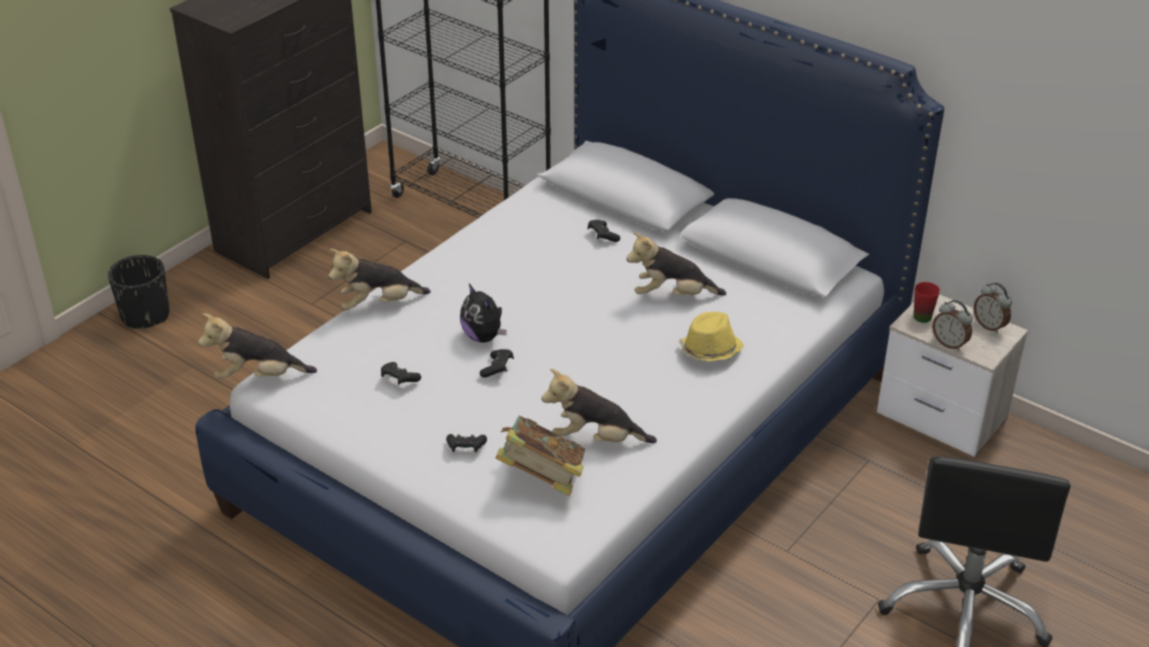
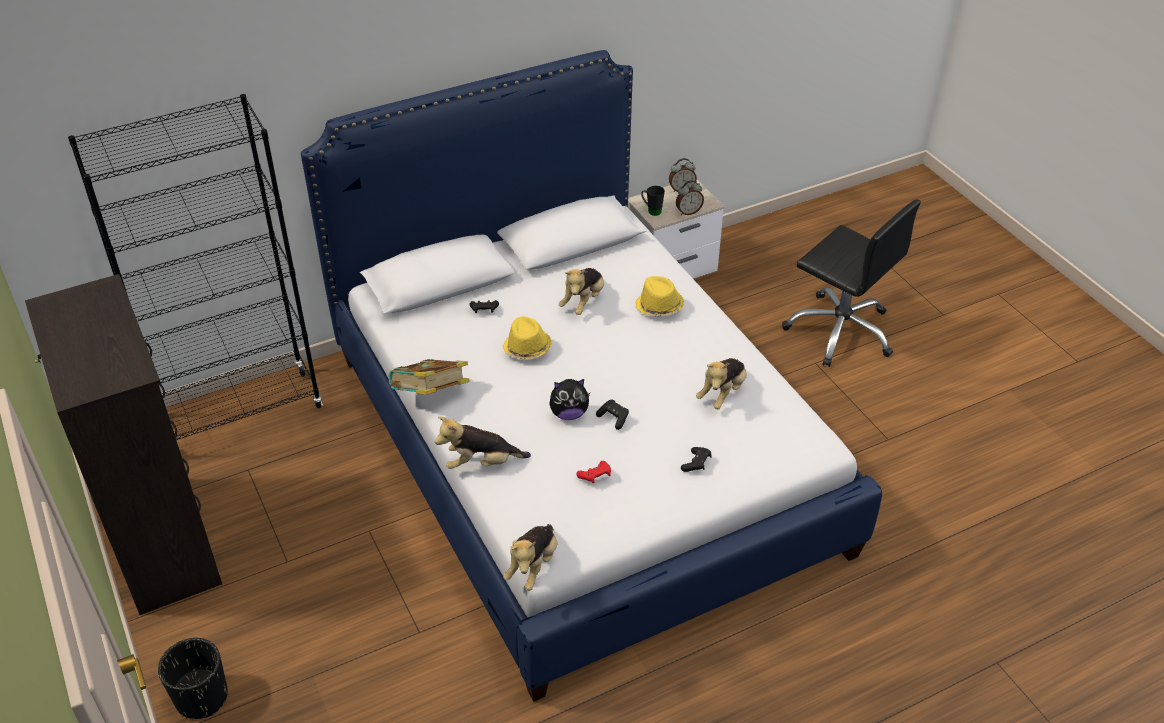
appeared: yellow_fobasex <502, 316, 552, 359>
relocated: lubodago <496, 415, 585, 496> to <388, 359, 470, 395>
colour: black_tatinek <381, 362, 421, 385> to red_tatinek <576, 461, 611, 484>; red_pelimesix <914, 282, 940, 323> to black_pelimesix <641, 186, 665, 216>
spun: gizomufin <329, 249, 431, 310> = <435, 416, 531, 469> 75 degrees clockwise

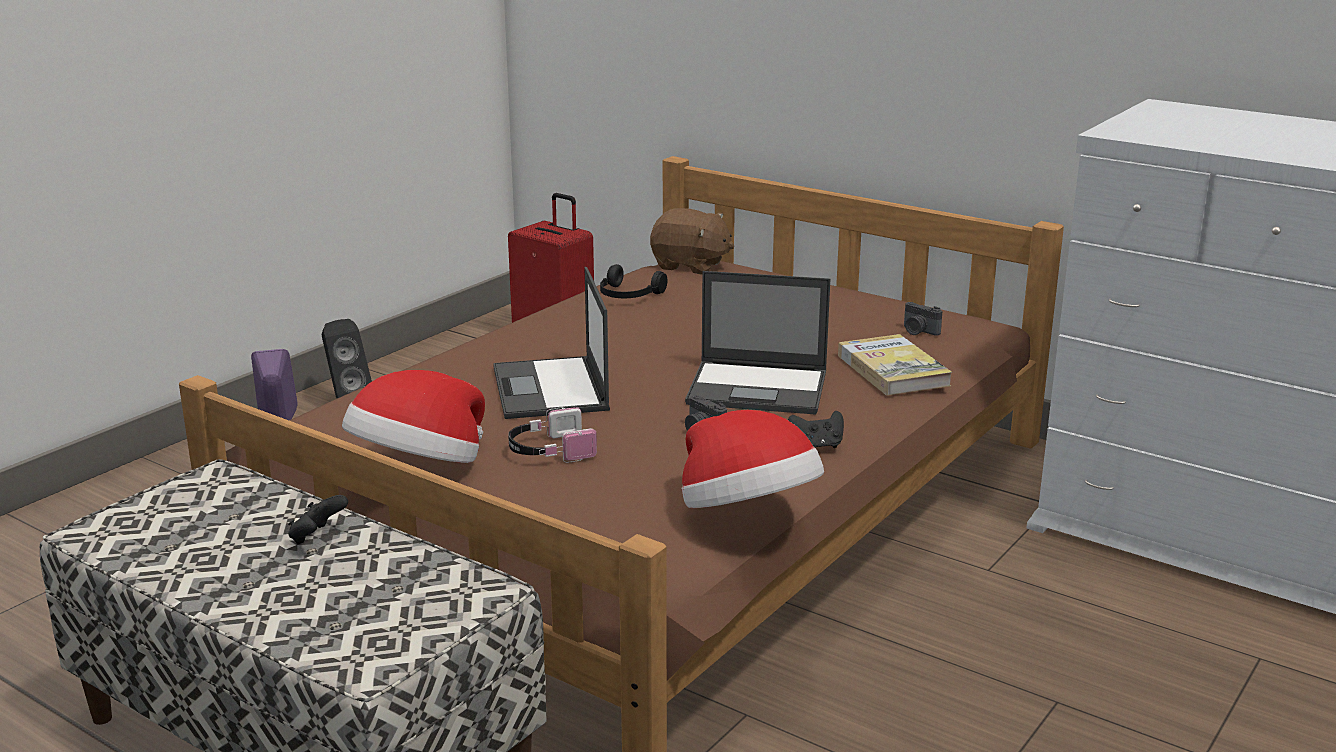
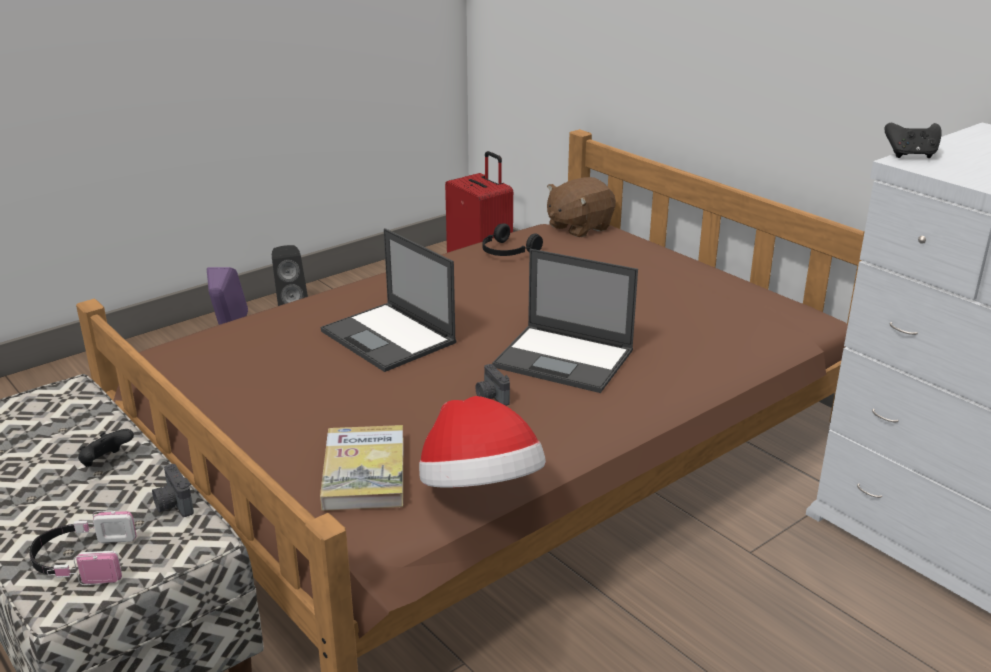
missing: fobasex <342, 370, 485, 463>
relocated: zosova <508, 407, 597, 463> to <29, 511, 136, 585>; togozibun <904, 302, 942, 336> to <152, 464, 194, 517>; lubodago <838, 334, 952, 396> to <320, 425, 403, 511>; black_tatinek <788, 411, 844, 448> to <884, 123, 942, 158>
spun: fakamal <493, 267, 610, 419> = <321, 228, 457, 372> 45 degrees counterclockwise; brown_gizomufin <650, 208, 734, 274> = <547, 177, 616, 237> 105 degrees clockwise

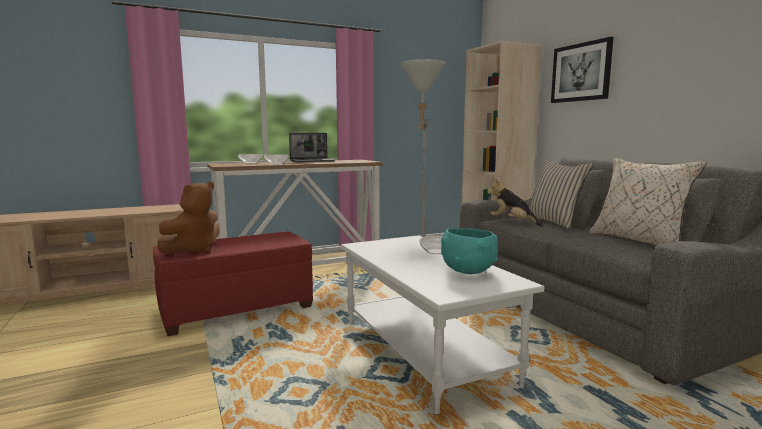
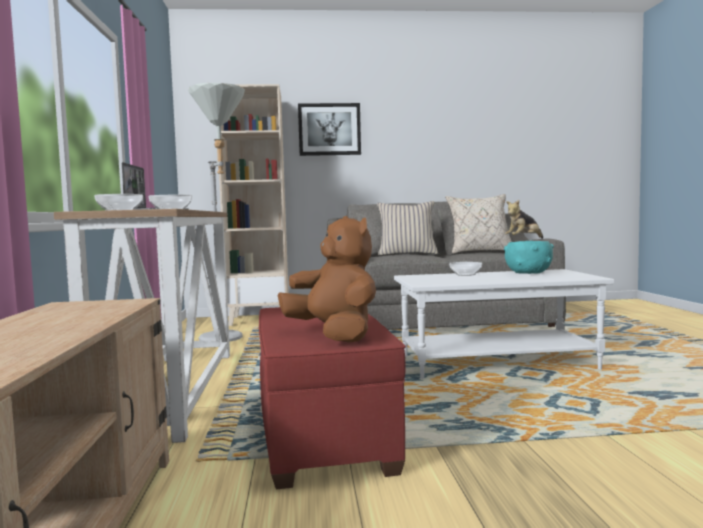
relocated: gizomufin <487, 178, 543, 226> to <505, 200, 543, 238>

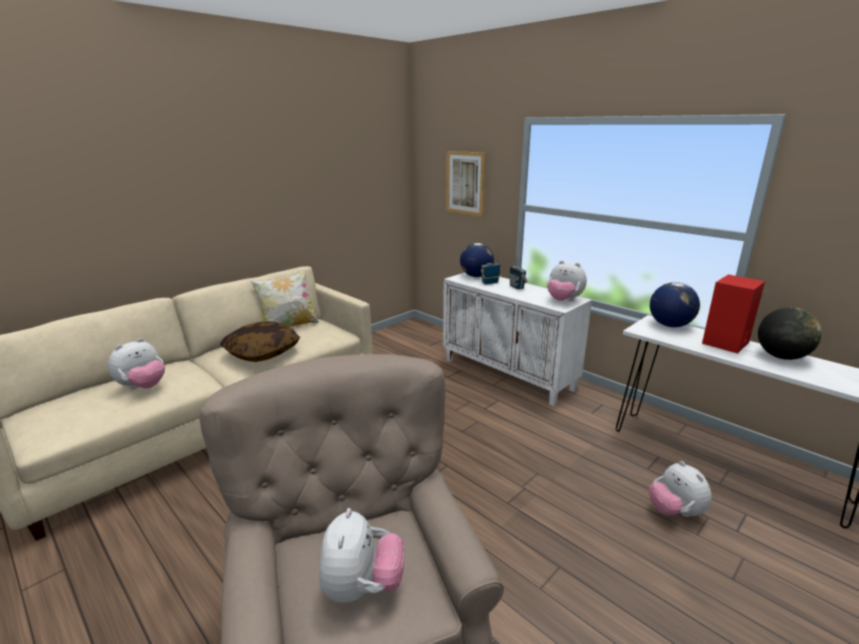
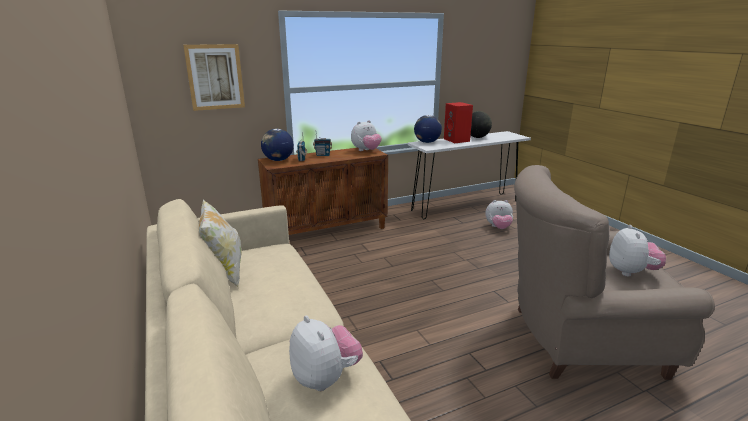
missing: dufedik <220, 321, 300, 362>
colour: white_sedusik <443, 272, 592, 406> to brown_sedusik <258, 148, 388, 235>
spun: gizomufin <319, 508, 404, 603> = <609, 225, 666, 277> 75 degrees clockwise

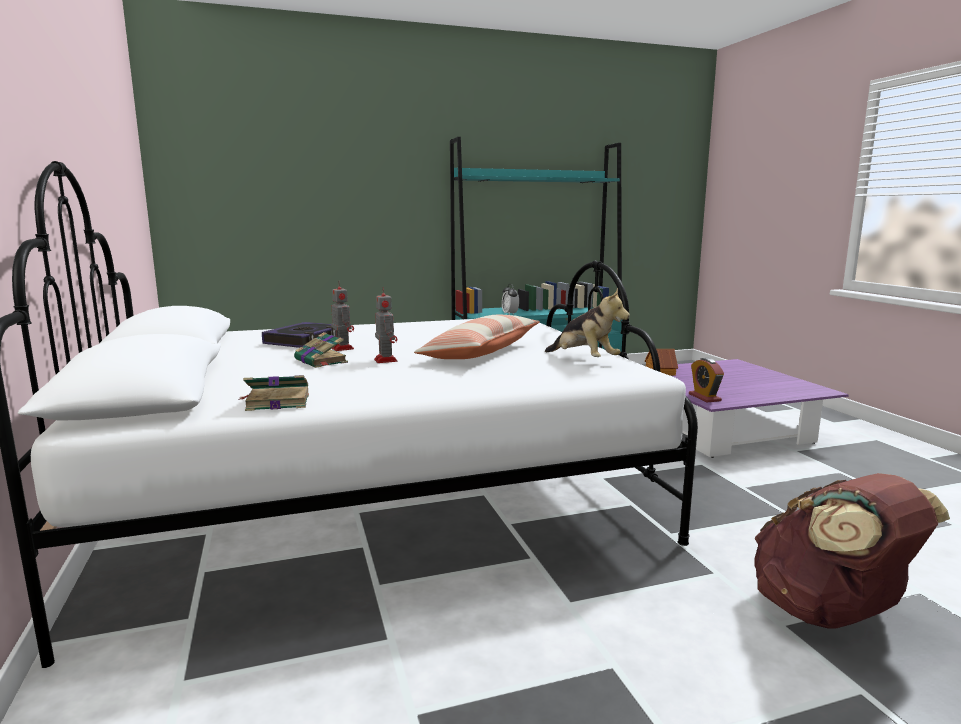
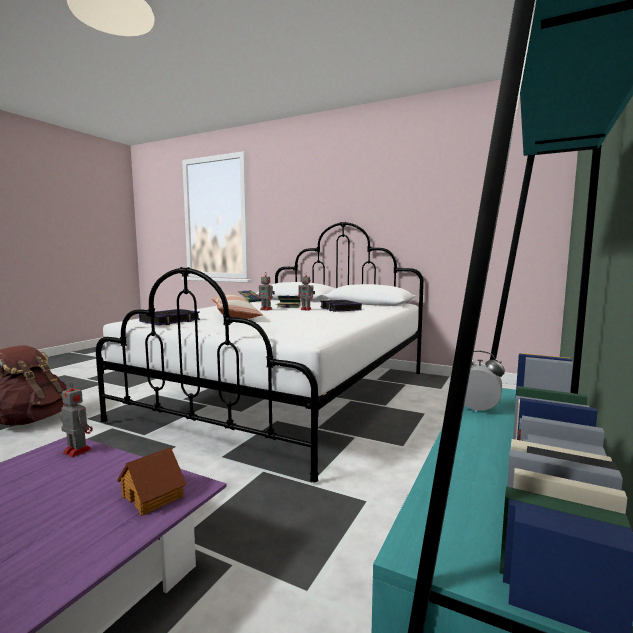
exchanged: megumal <689, 358, 724, 402> to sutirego <60, 382, 93, 457>; gizomufin <545, 288, 630, 357> to lubodago <139, 309, 200, 325>

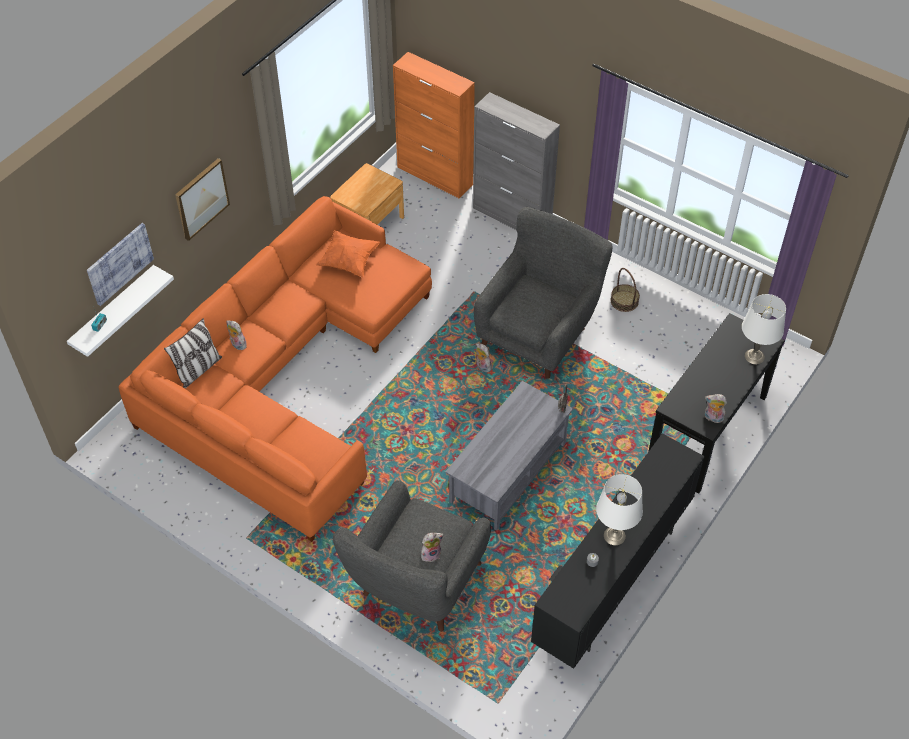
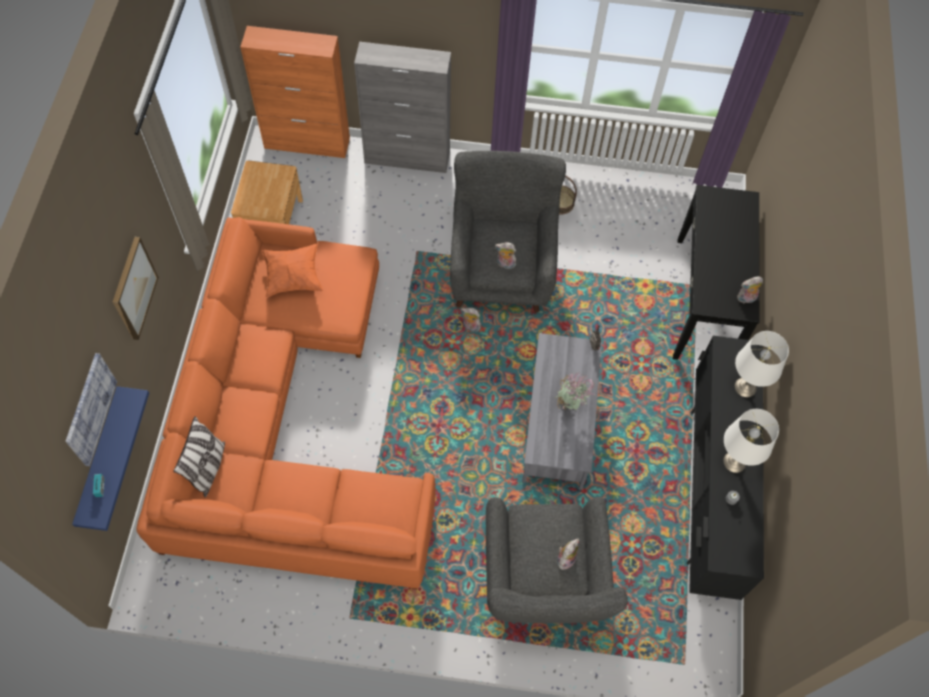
appeared: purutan <555, 372, 595, 410>
relocated: gizomufin <226, 320, 247, 350> to <495, 242, 516, 269>; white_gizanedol <742, 294, 786, 364> to <735, 331, 789, 397>
colour: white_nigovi <67, 265, 174, 357> to blue_nigovi <72, 386, 149, 531>

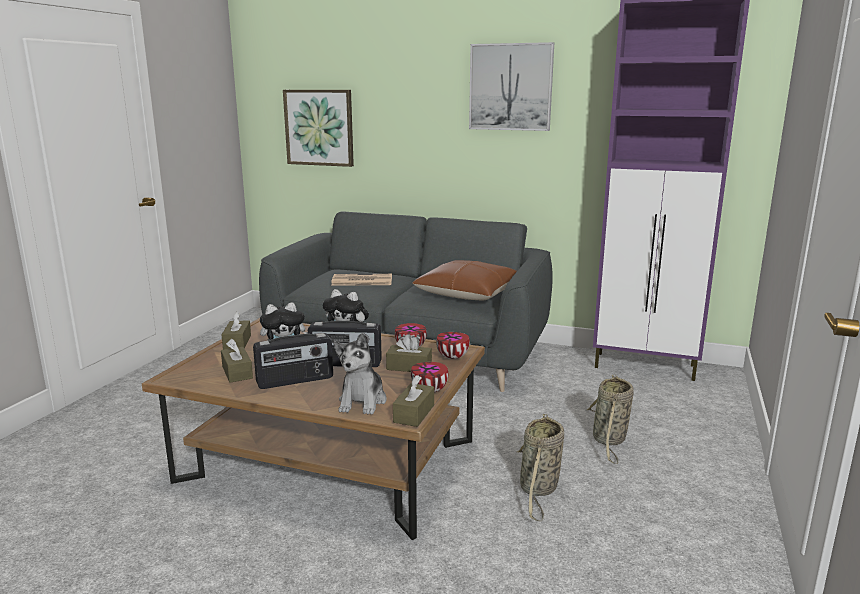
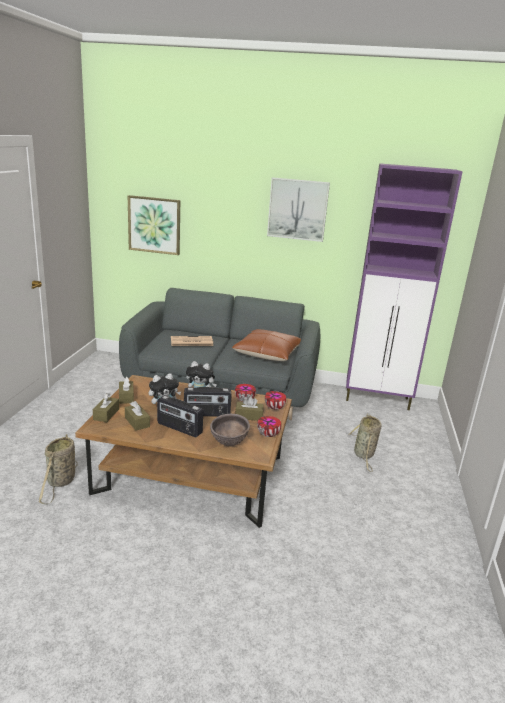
relocated: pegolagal <517, 414, 564, 521> to <39, 434, 78, 504>; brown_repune <393, 375, 434, 427> to <93, 393, 119, 422>
exchanged: gizomufin <334, 333, 387, 415> to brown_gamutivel <210, 414, 250, 446>
spun: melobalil <253, 333, 333, 389> = <157, 395, 203, 437> 60 degrees clockwise

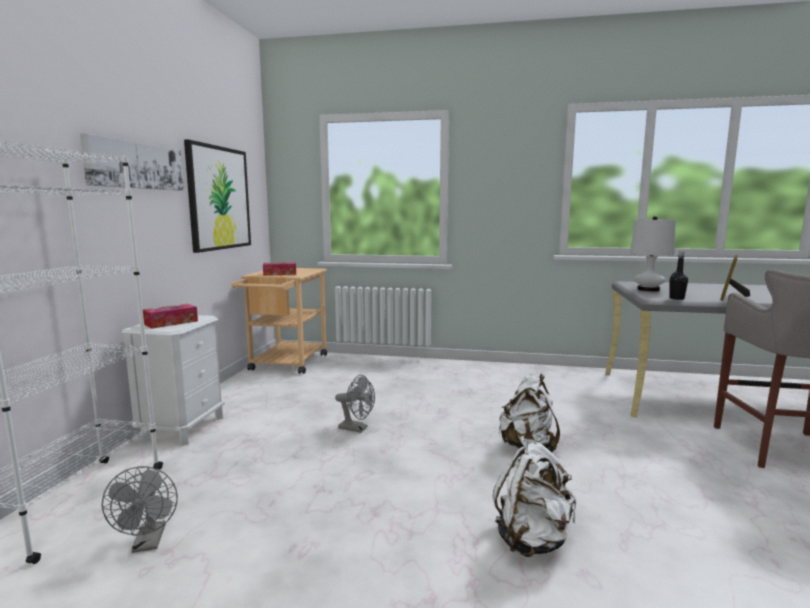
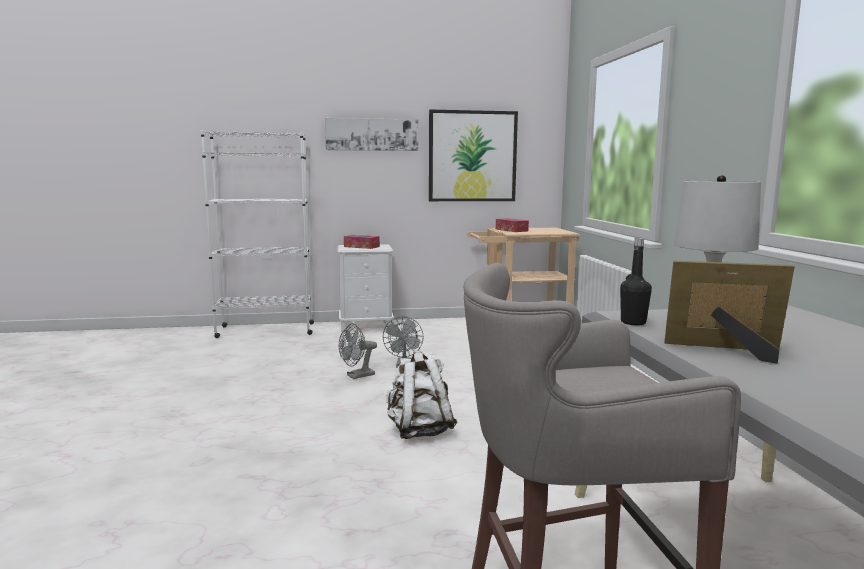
missing: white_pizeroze <493, 436, 576, 557>
relocated: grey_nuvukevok <102, 466, 178, 553> to <339, 323, 377, 379>

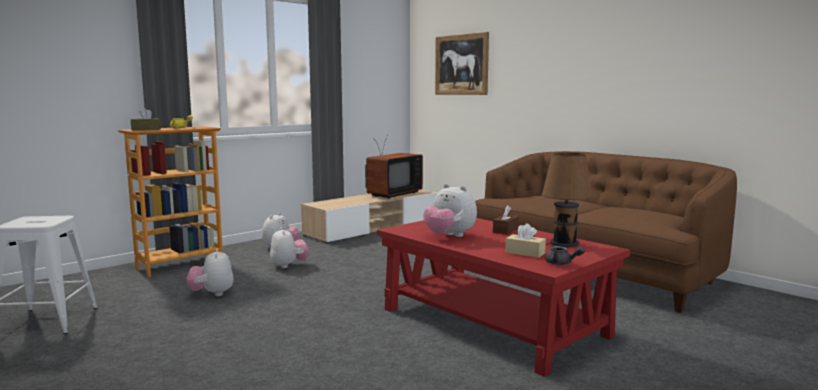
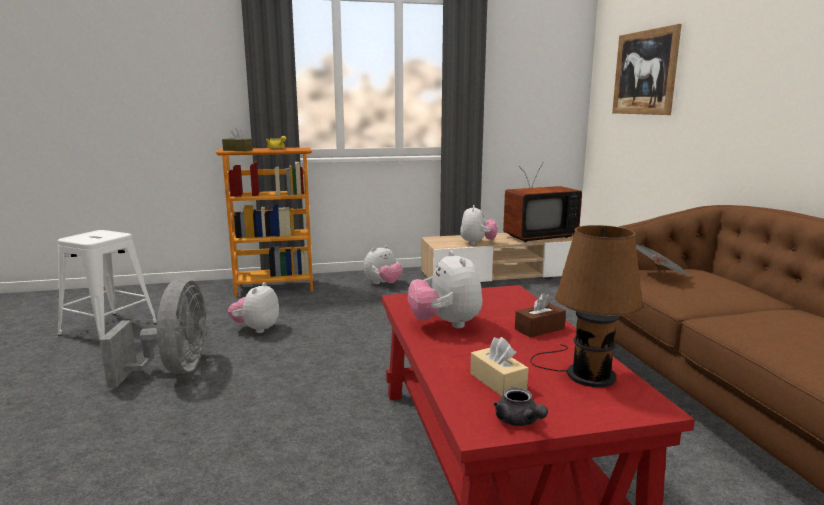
appeared: grey_nuvukevok <100, 279, 207, 388>; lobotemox <636, 244, 690, 275>
relocated: gizomufin <270, 227, 309, 268> to <460, 205, 498, 245>

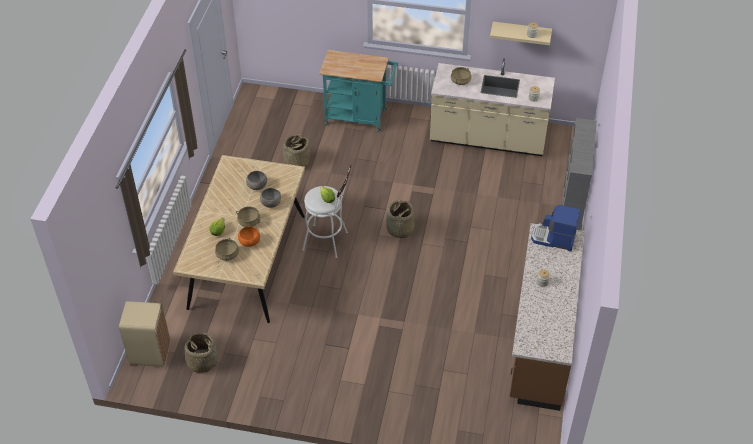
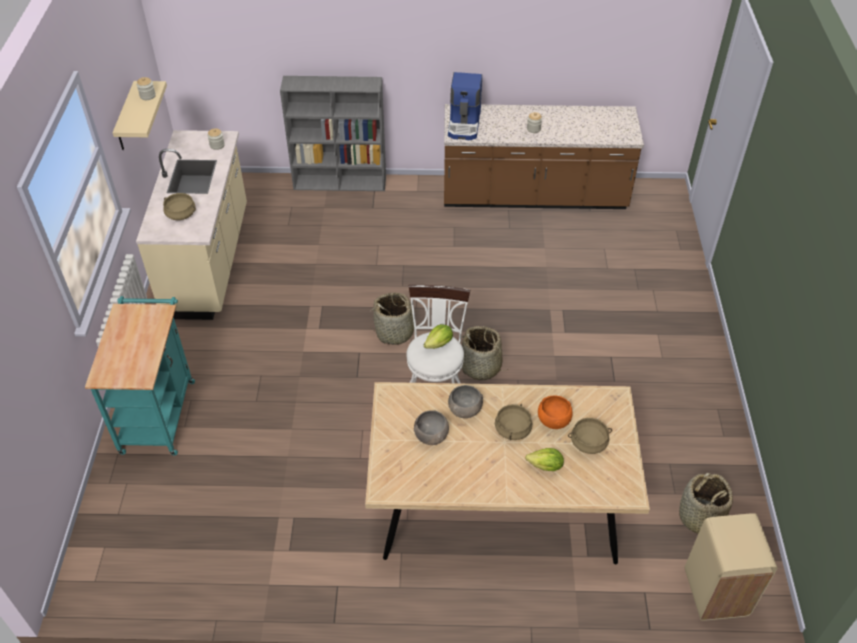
relocated: pegolagal <283, 134, 310, 168> to <462, 326, 509, 380>

